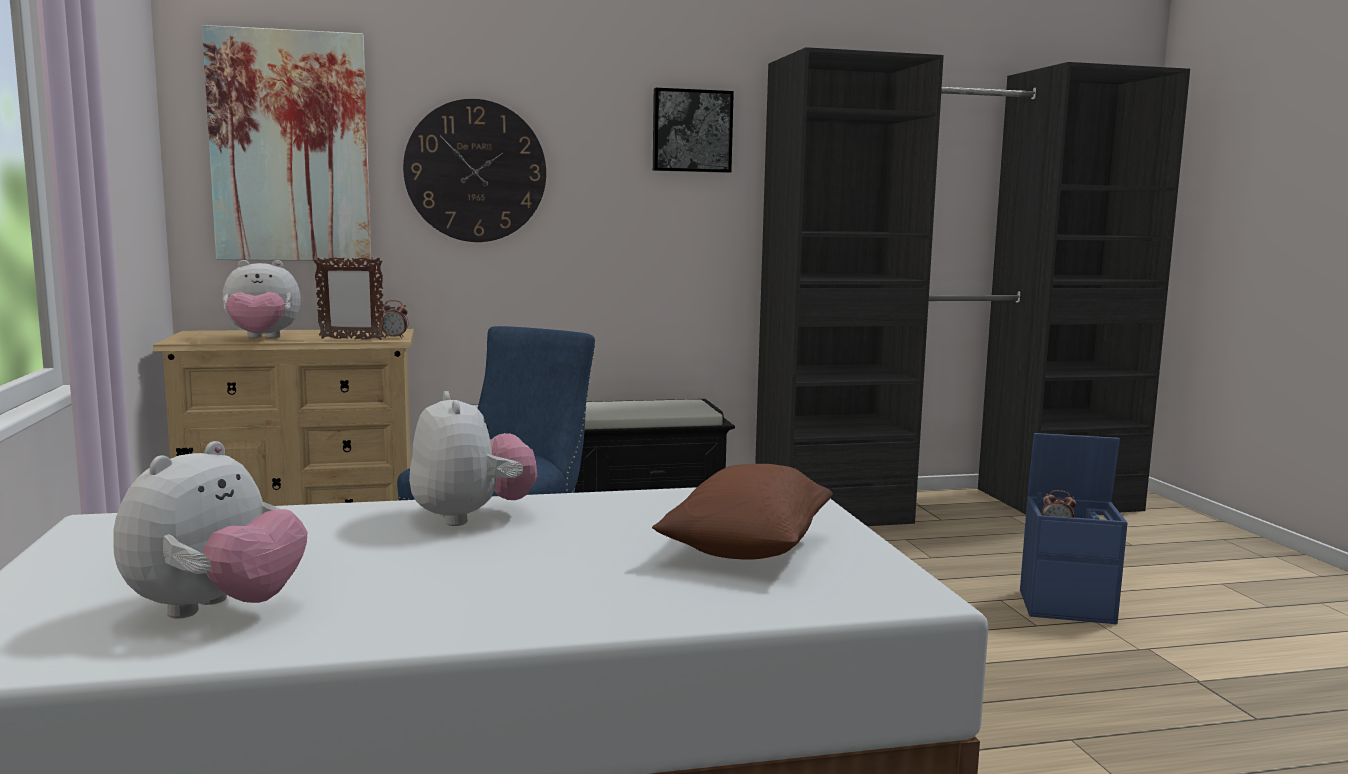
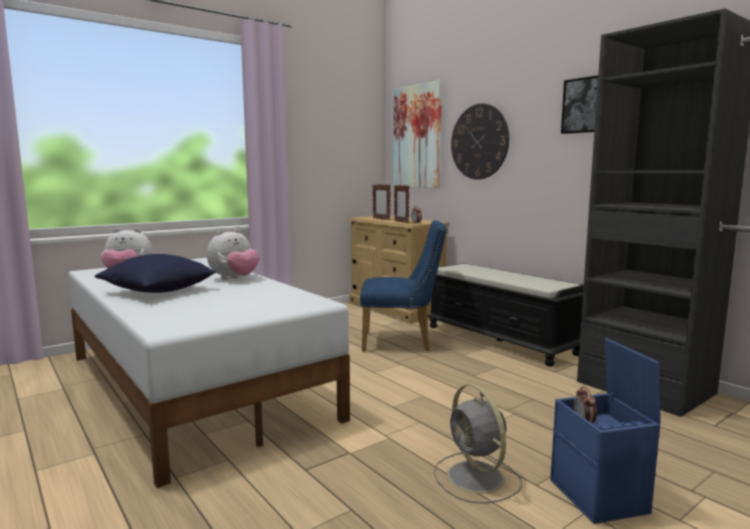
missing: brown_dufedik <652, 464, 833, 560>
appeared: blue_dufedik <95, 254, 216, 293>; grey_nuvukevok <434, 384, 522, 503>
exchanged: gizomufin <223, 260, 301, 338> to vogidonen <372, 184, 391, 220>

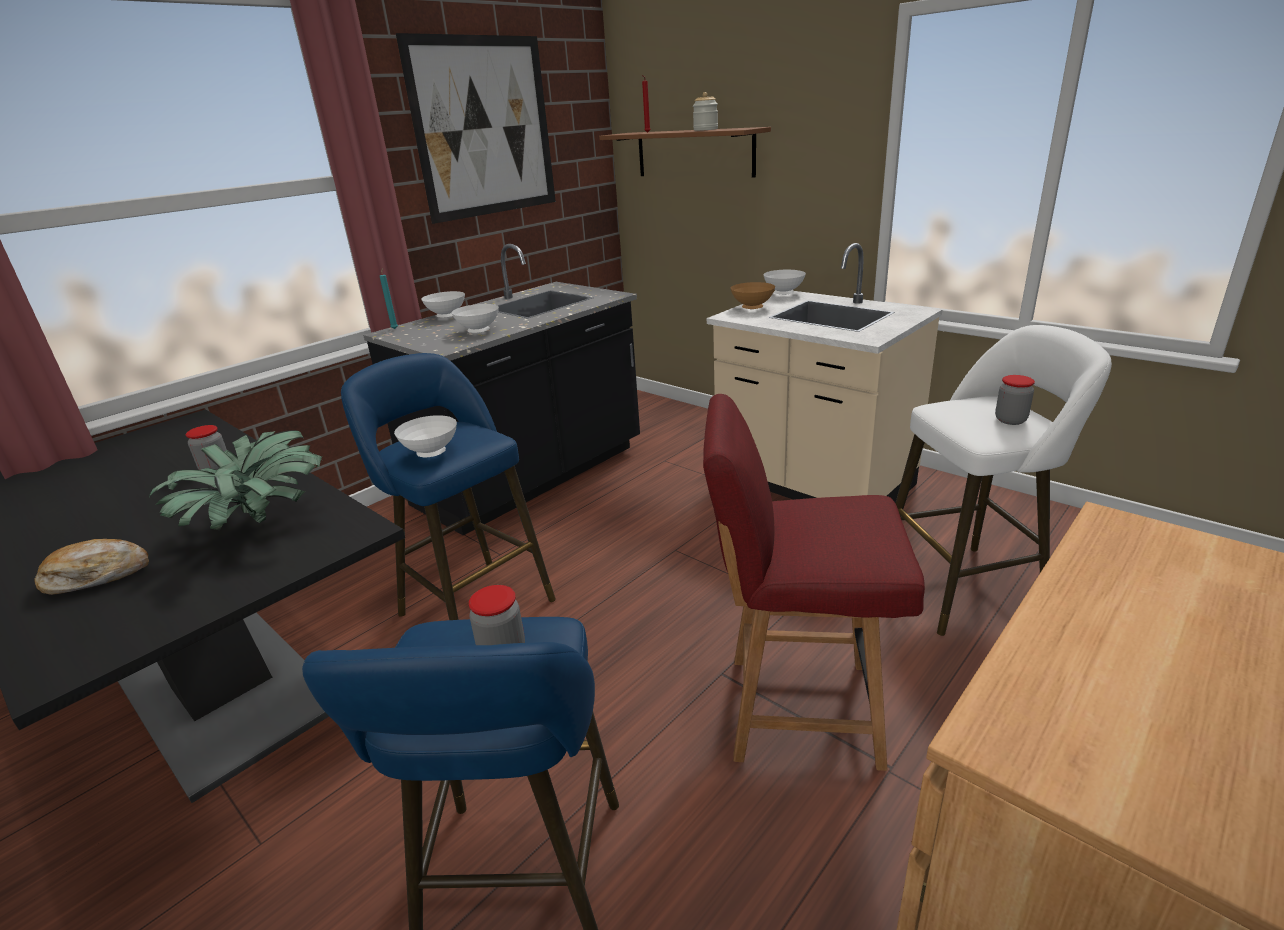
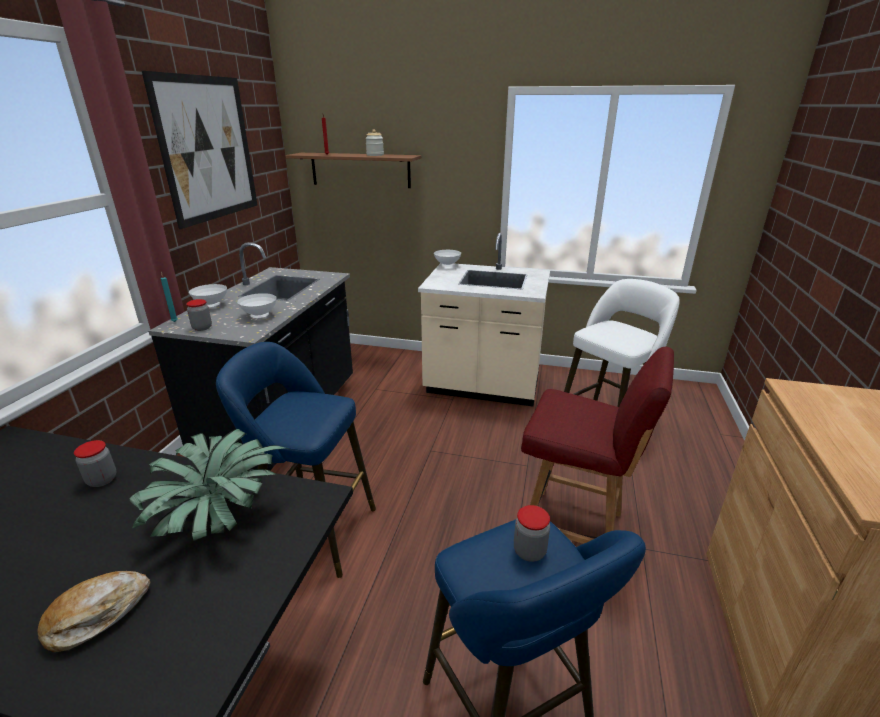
missing: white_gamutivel <394, 415, 457, 457>; brown_gamutivel <731, 282, 775, 309>
relocated: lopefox <995, 375, 1035, 425> to <186, 299, 212, 331>
spun: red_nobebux <703, 394, 925, 771> = <521, 347, 674, 544> 135 degrees counterclockwise

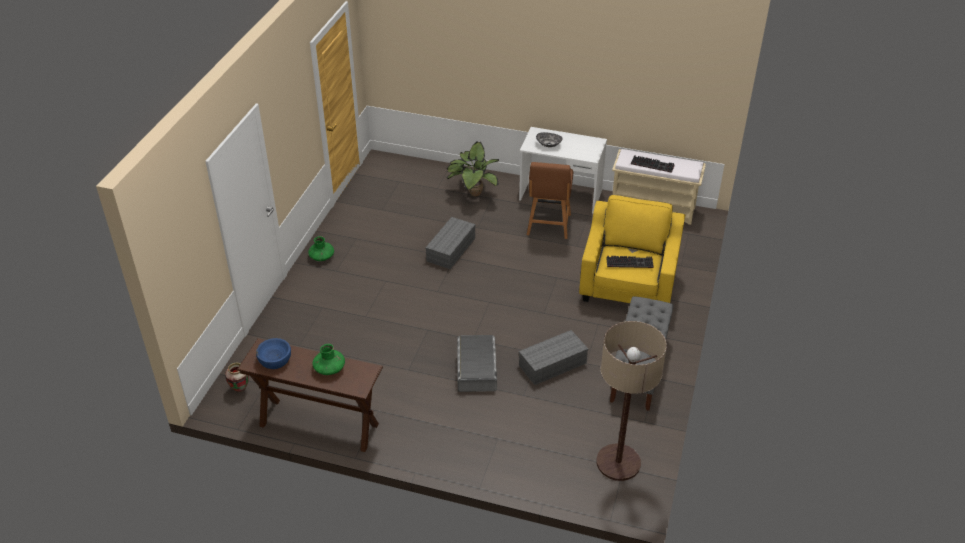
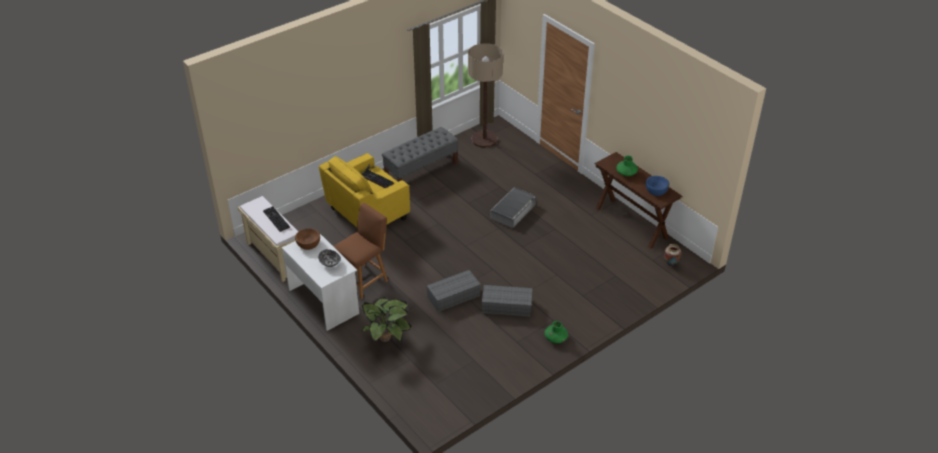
appeared: brown_gamutivel <295, 228, 320, 250>
relocated: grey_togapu <519, 330, 588, 385> to <482, 285, 533, 317>

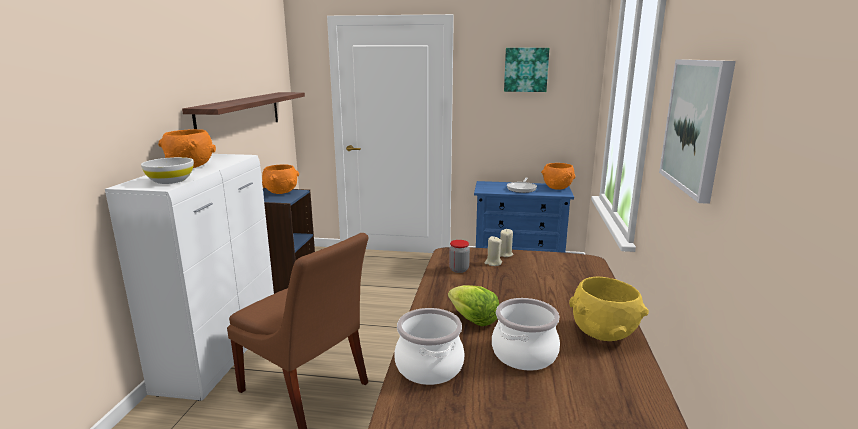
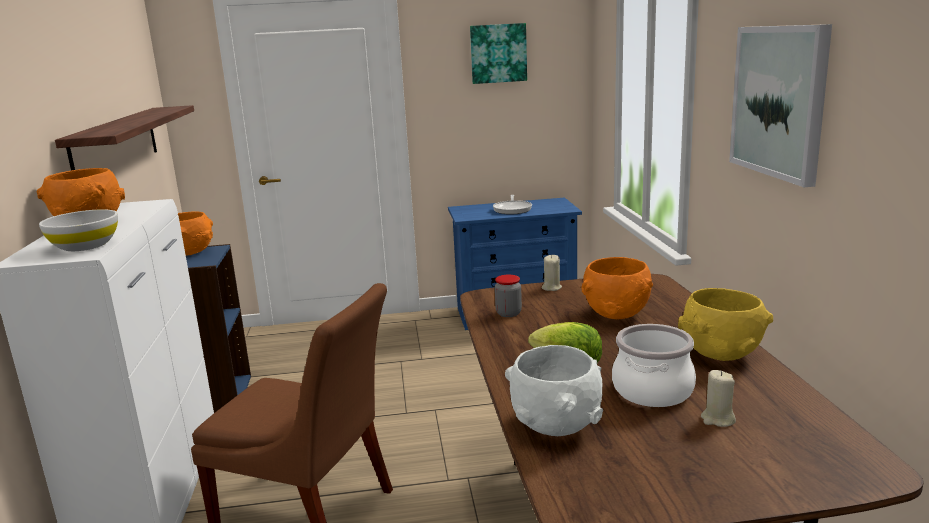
relocated: orange_gamutivel <541, 163, 575, 190> to <581, 257, 653, 319>; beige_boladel <484, 236, 502, 266> to <701, 370, 736, 427>
exchanged: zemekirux <394, 308, 465, 385> to white_gamutivel <505, 345, 603, 436>

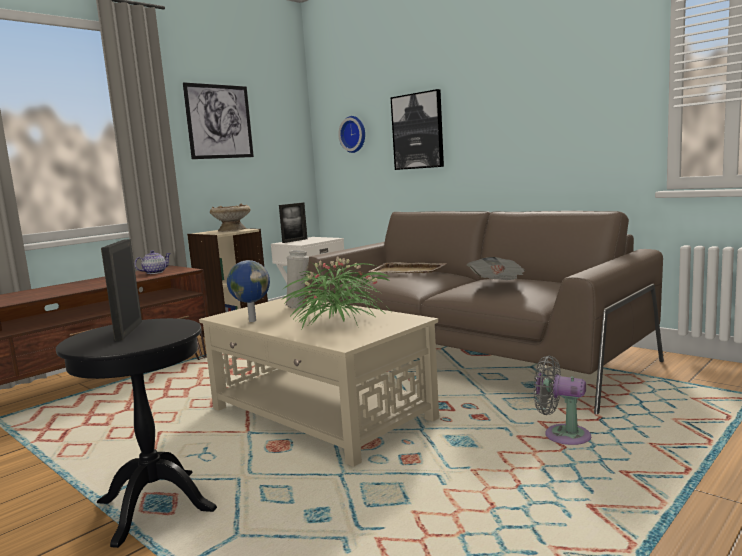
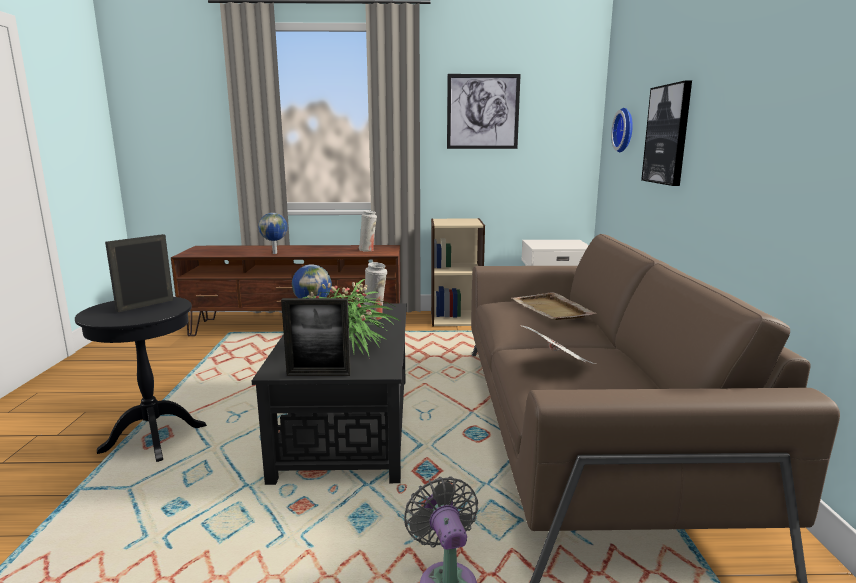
missing: beige_gamutivel <210, 204, 250, 232>
appeared: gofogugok <258, 213, 288, 254>
relocated: vogidonen <279, 202, 307, 243> to <281, 298, 351, 376>
exchanged: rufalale <134, 250, 171, 274> to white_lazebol <359, 210, 377, 251>
colour: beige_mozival <199, 297, 439, 467> to black_mozival <252, 303, 407, 485>

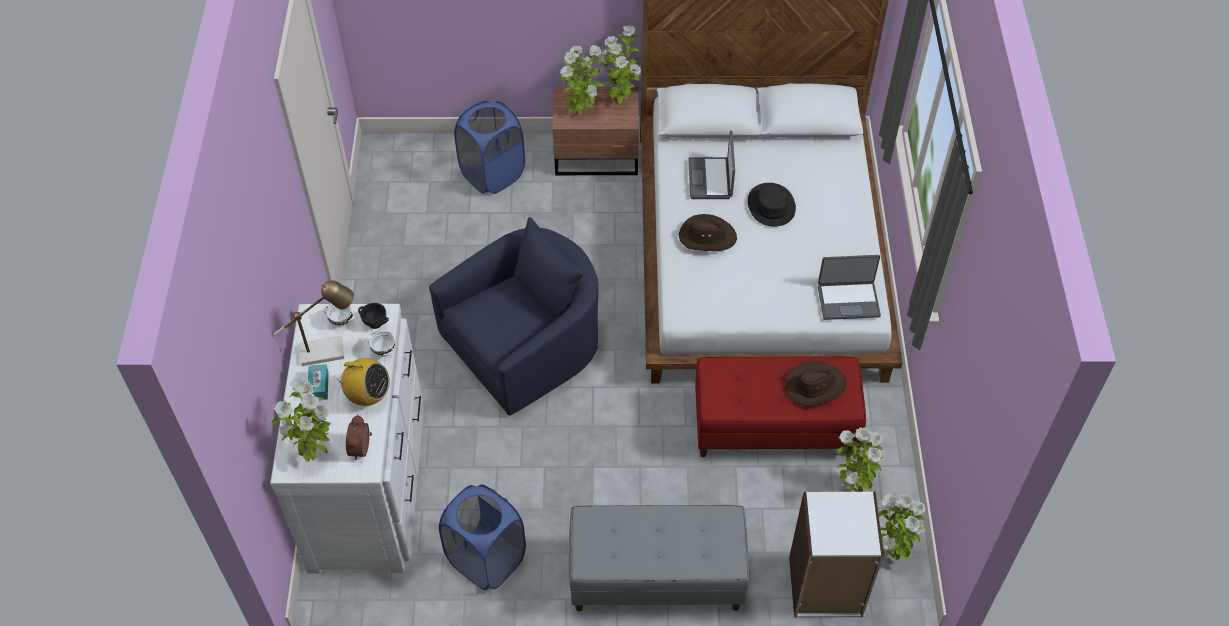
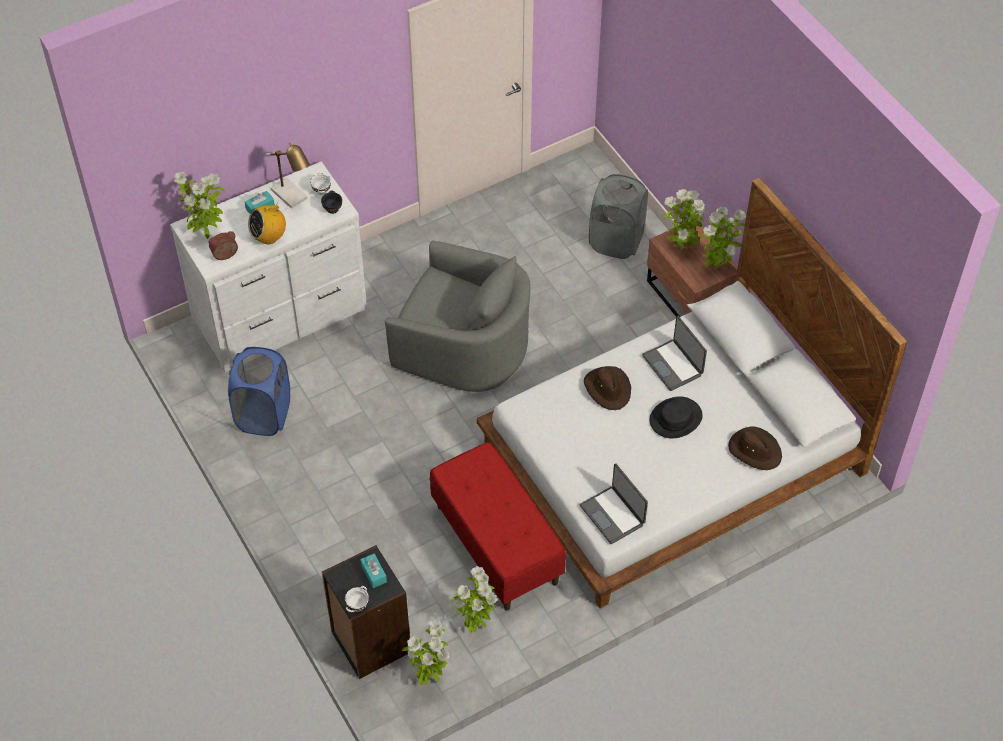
missing: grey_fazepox <569, 505, 749, 611>
appeared: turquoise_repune <360, 553, 387, 588>
relocated: white_gamutivel <369, 330, 395, 357> to <345, 586, 369, 612>; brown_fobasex <785, 361, 846, 407> to <728, 427, 782, 470>
colour: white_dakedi <789, 491, 884, 618> to black_dakedi <322, 545, 410, 679>; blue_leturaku <429, 217, 599, 416> to grey_leturaku <385, 241, 530, 392>; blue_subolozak <454, 101, 525, 194> to grey_subolozak <589, 174, 648, 259>
spun: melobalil <334, 358, 390, 406> = <248, 200, 286, 244> 75 degrees clockwise; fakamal <688, 131, 735, 199> = <642, 316, 707, 391> 90 degrees counterclockwise

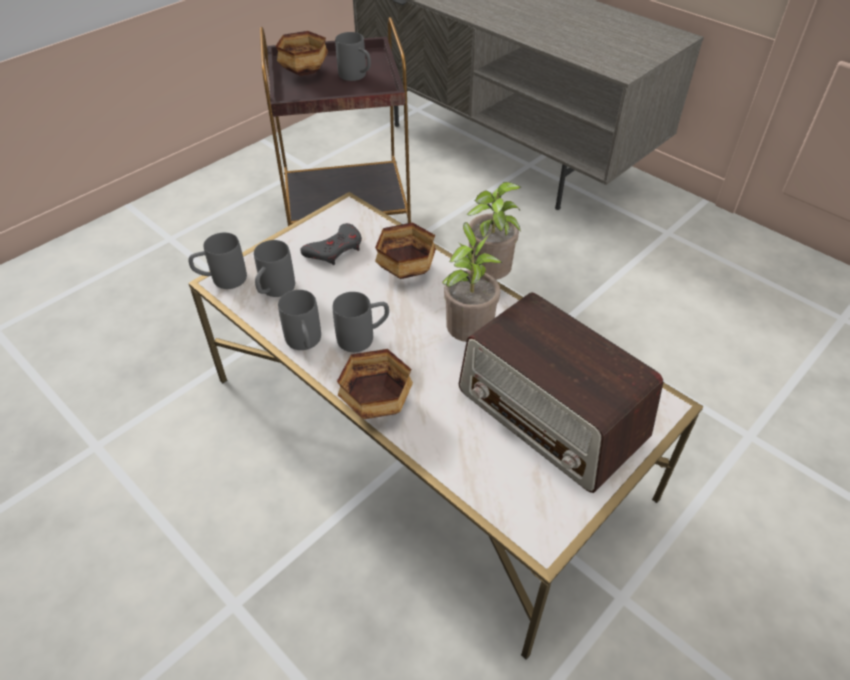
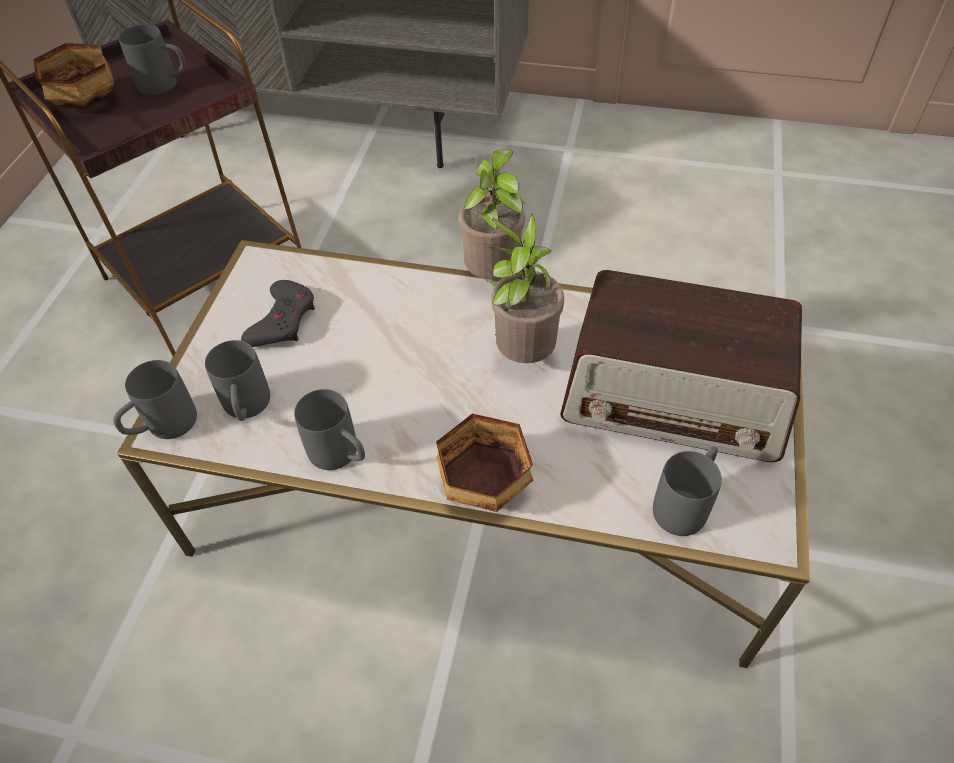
missing: gamutivel <375, 222, 436, 279>
relocated: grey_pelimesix <333, 292, 389, 352> to <653, 446, 722, 536>

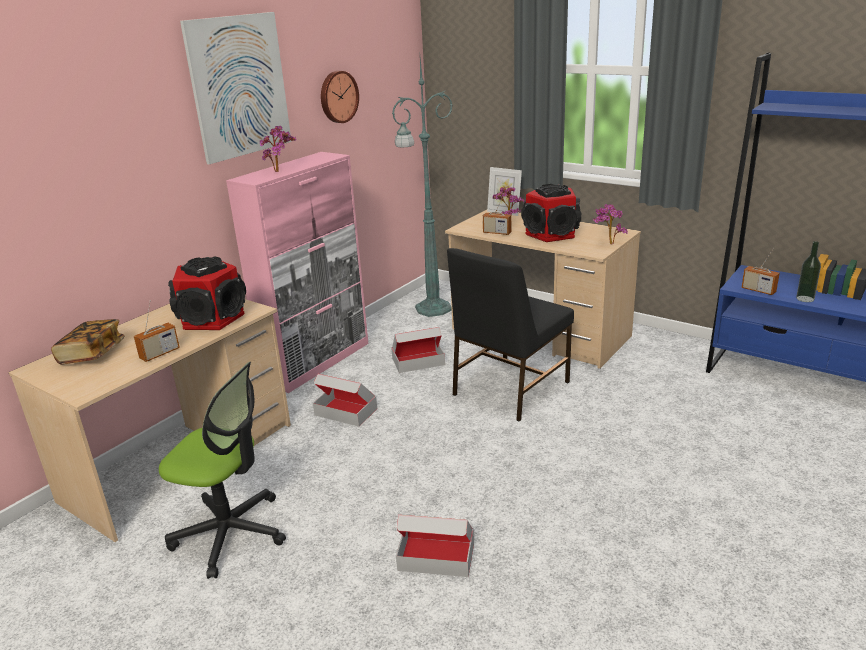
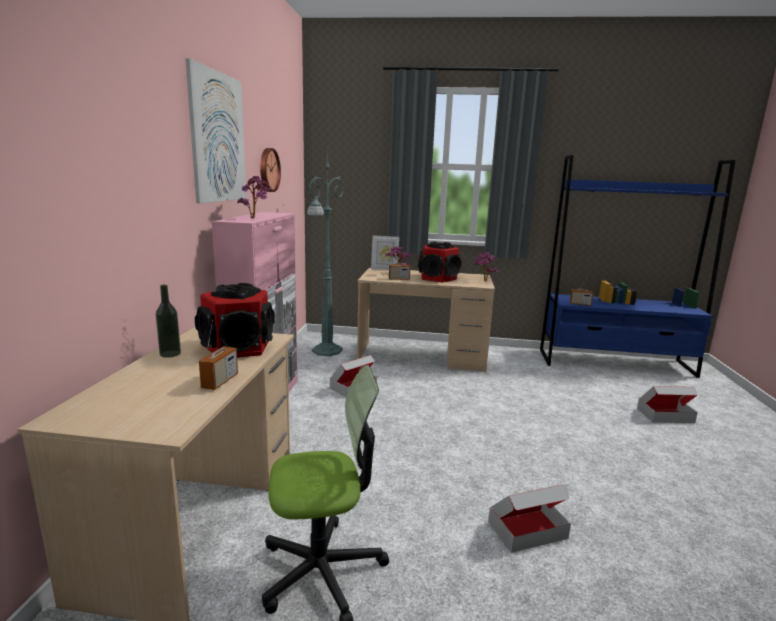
missing: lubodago <51, 319, 124, 365>; black_nobebux <447, 248, 574, 422>
relocated: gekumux <796, 241, 821, 302> to <156, 285, 181, 358>; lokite <313, 374, 377, 427> to <637, 386, 698, 423>

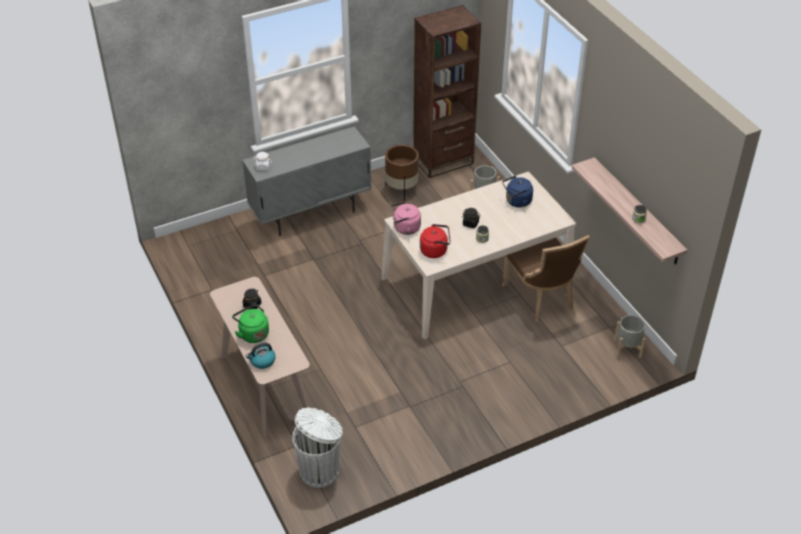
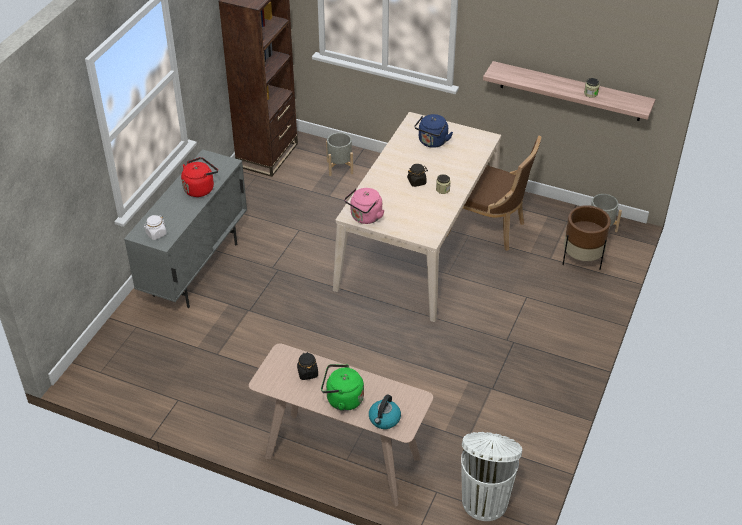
relocated: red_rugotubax <420, 224, 451, 258> to <181, 157, 218, 197>; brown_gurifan <385, 145, 419, 201> to <563, 205, 611, 270>

